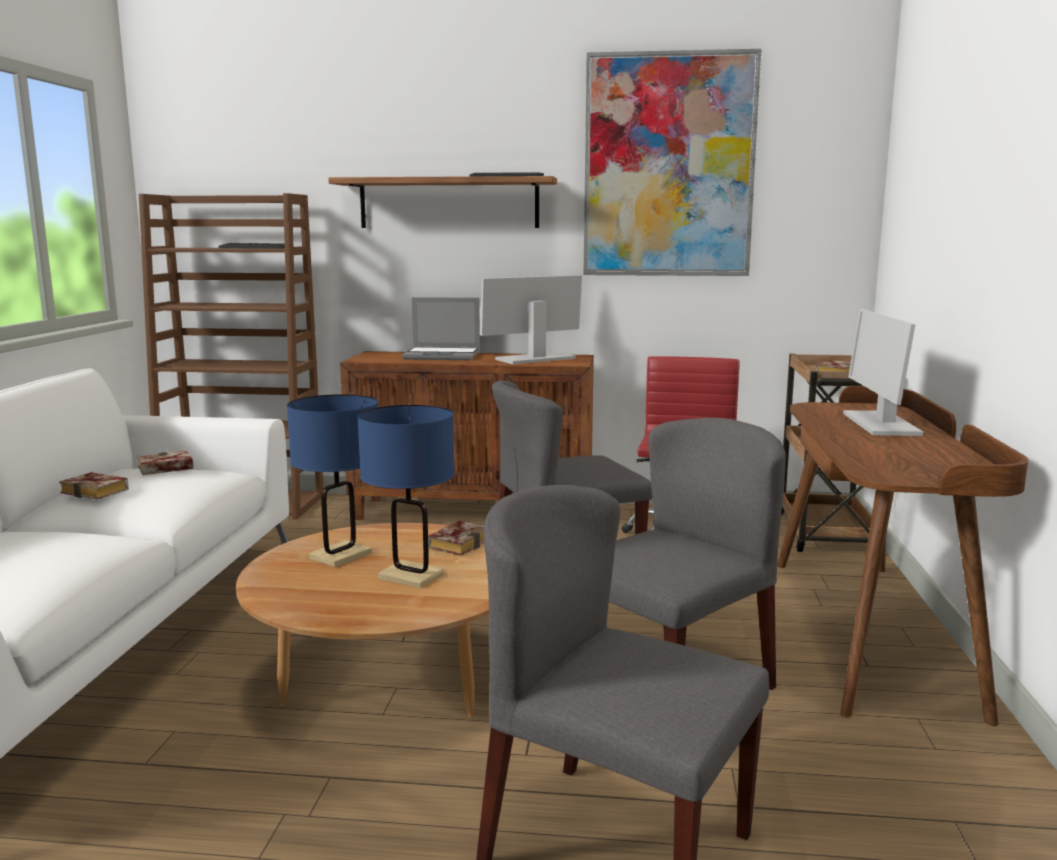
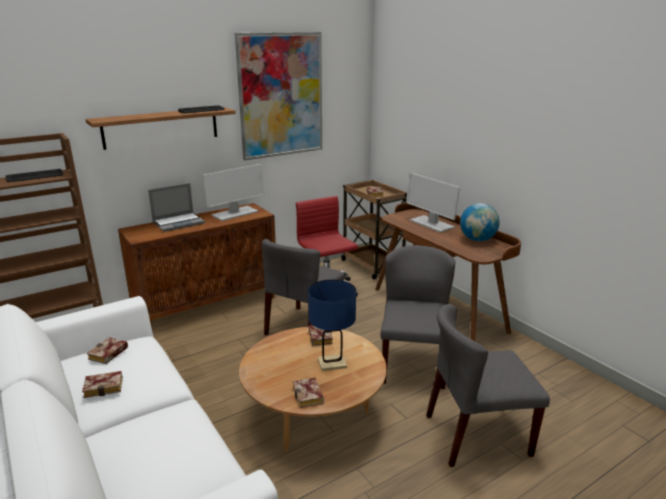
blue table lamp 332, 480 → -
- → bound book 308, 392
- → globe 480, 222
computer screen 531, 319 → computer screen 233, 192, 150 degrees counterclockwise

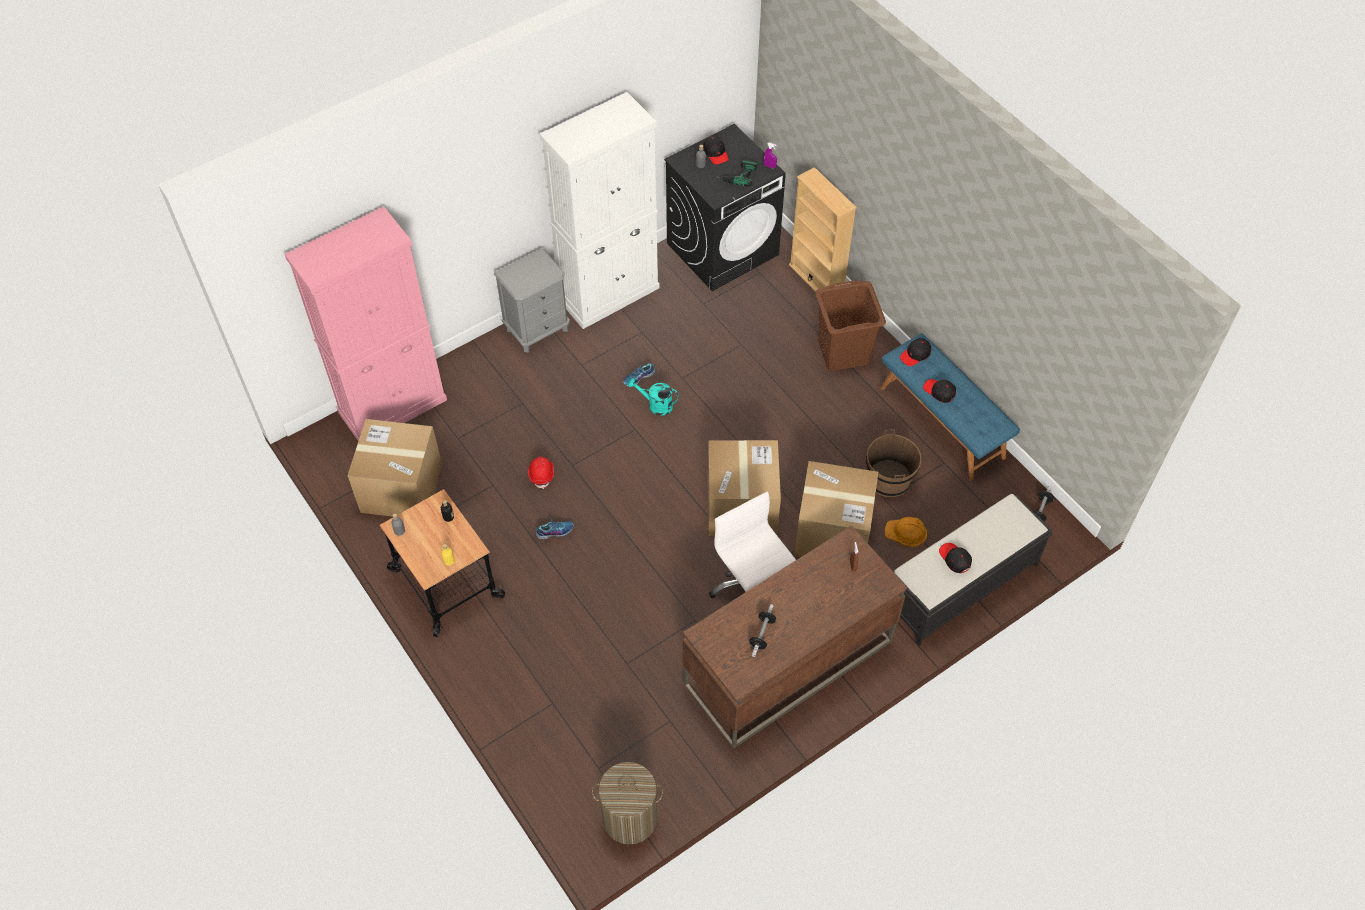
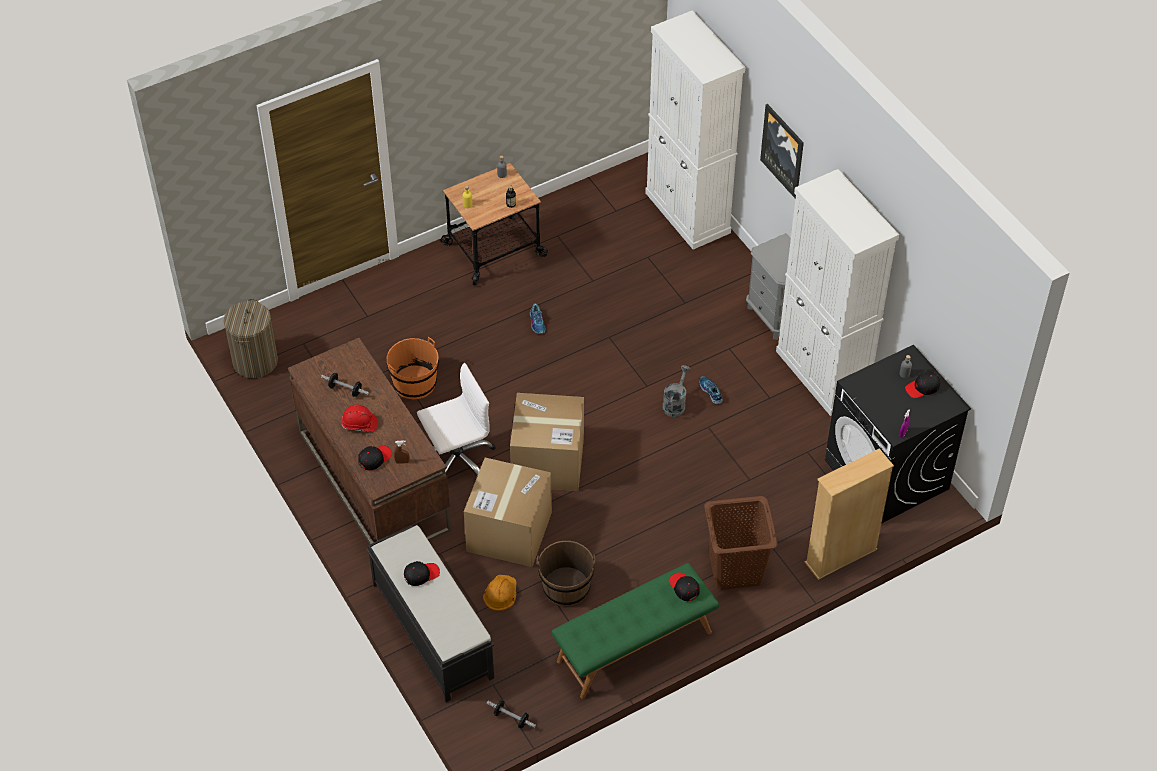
packing box 395, 467 → -
electric drill 737, 173 → -
- → orange pail 413, 368
- → wall picture 782, 151
red-coloured hard hat 541, 473 → red-coloured hard hat 359, 418, relocated
black-coloured cap 939, 391 → black-coloured cap 375, 457, relocated
pink cupboard 366, 324 → white-coloured cupboard 695, 130
blue-green watering pot 653, 397 → greyish watering pot 676, 391
blue indoor bench 950, 407 → green-coloured indoor bench 635, 631

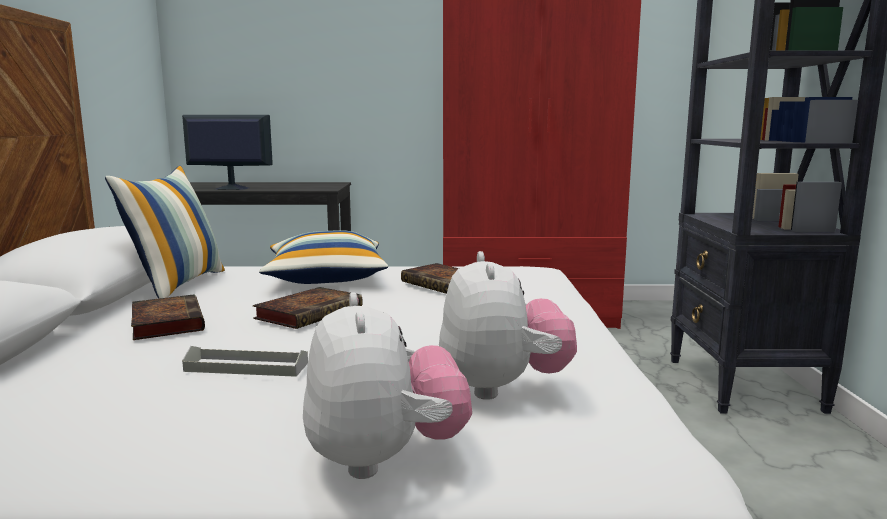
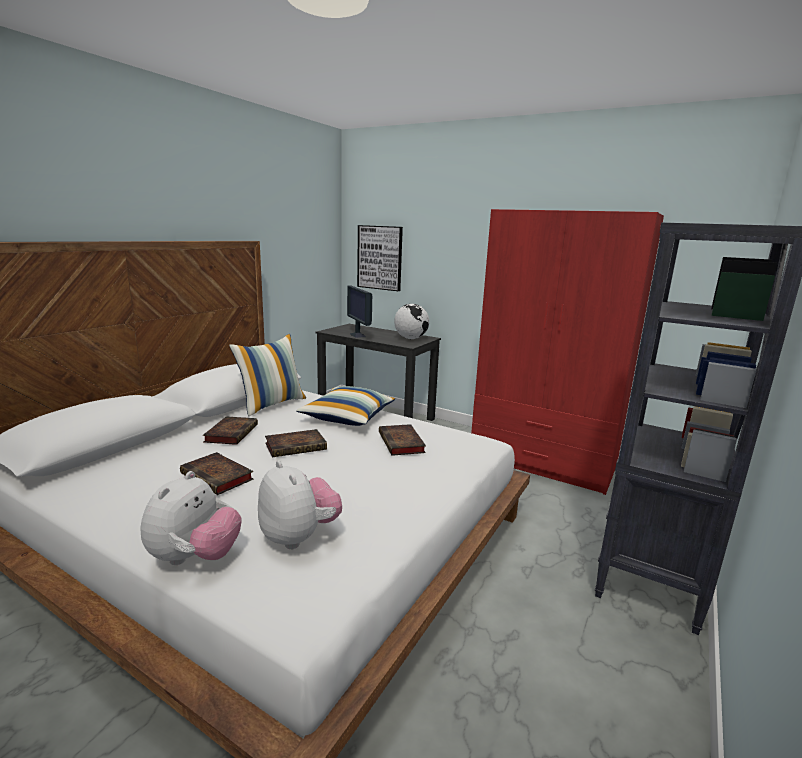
- → wall picture 380, 258
- → globe 411, 321
greyish carrying tray 245, 361 → bound book 216, 473
computer screen 227, 152 → computer screen 359, 311, 150 degrees counterclockwise
soft toy 508, 325 → soft toy 300, 504, 60 degrees counterclockwise

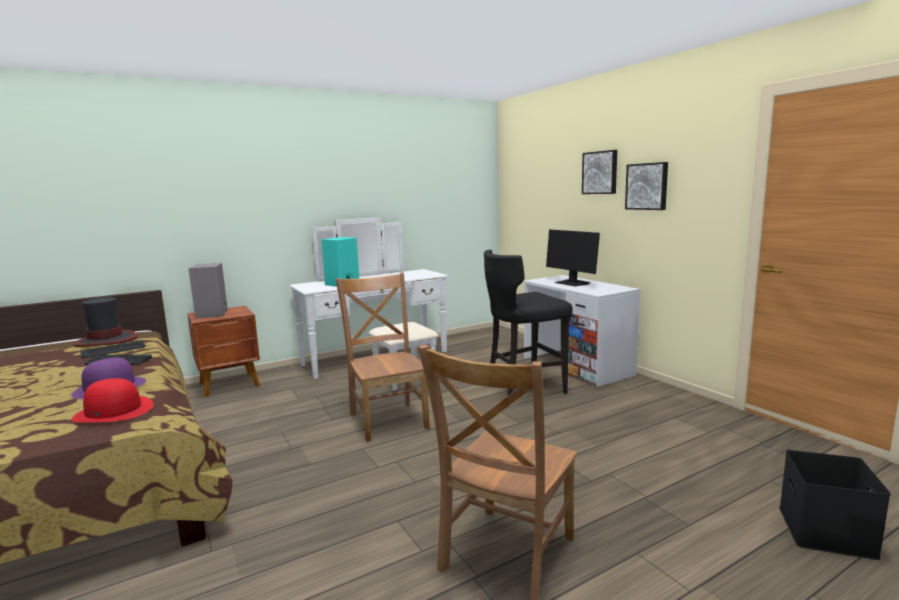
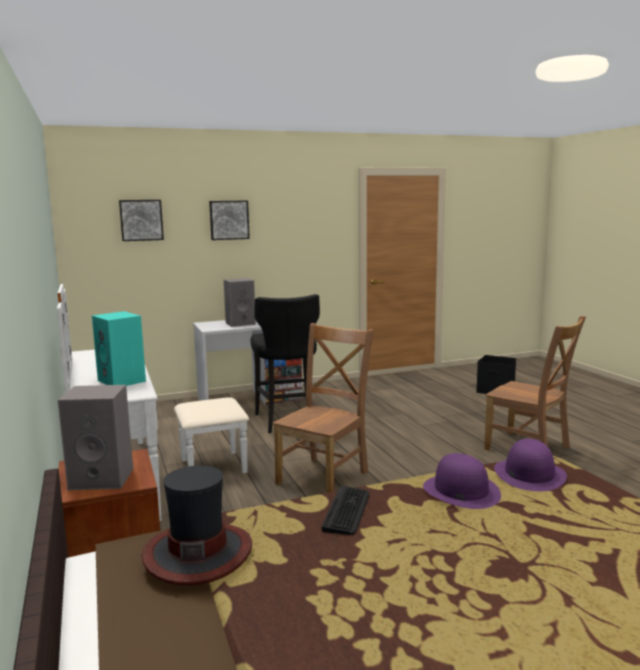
keyboard 113, 349 → -
wall picture 646, 186 → wall picture 141, 220, relocated
computer screen 573, 258 → greyish speaker 240, 302
red-coloured clothing hat 112, 400 → purple-coloured clothing hat 530, 465
brownish upright chair 383, 357 → brownish upright chair 323, 408, 135 degrees clockwise

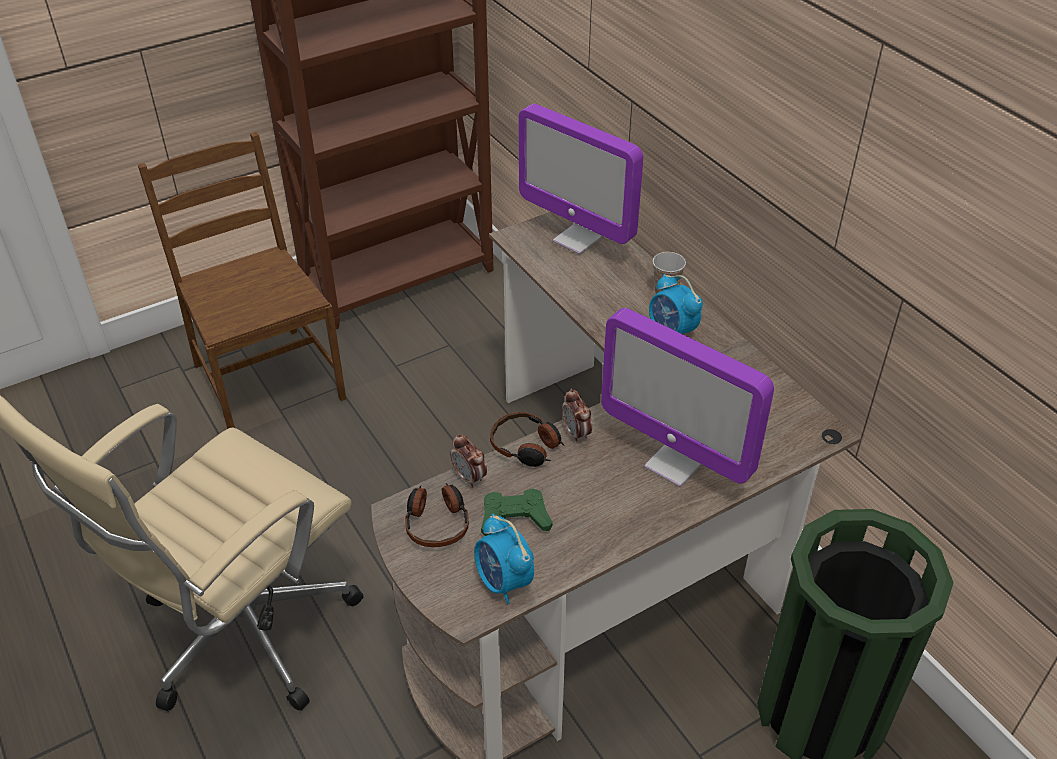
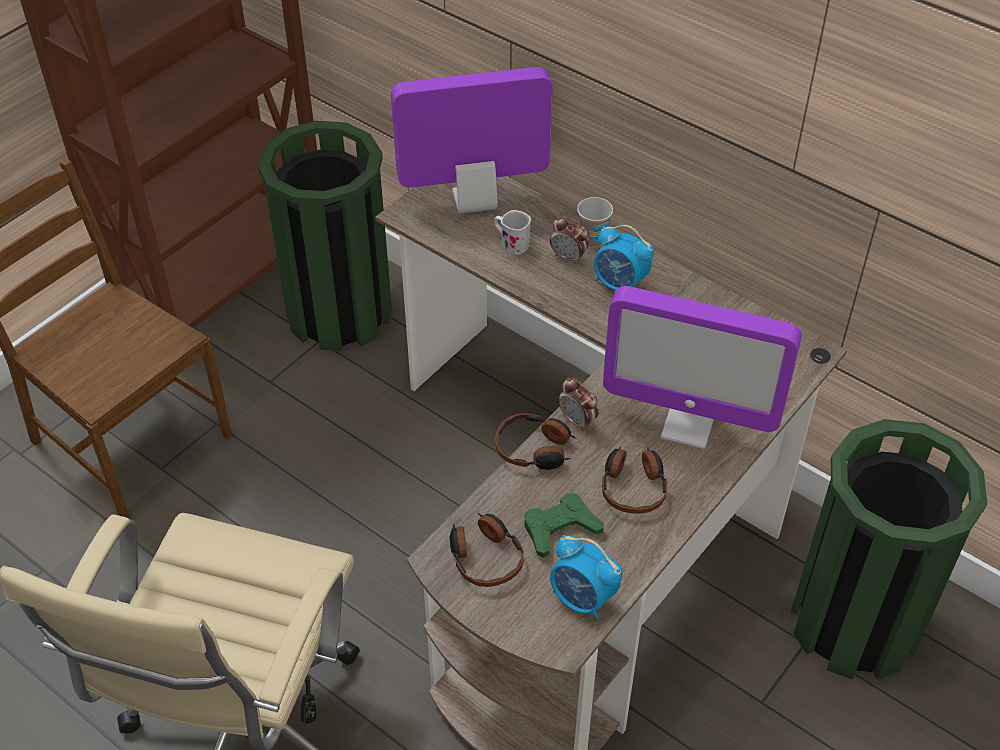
- → green-coloured trash can 324, 236
- → white-coloured tea mug 512, 232
- → pair of headphones 634, 479
alarm clock 469, 461 → alarm clock 569, 241, relocated
computer screen 580, 179 → computer screen 471, 140, 150 degrees clockwise

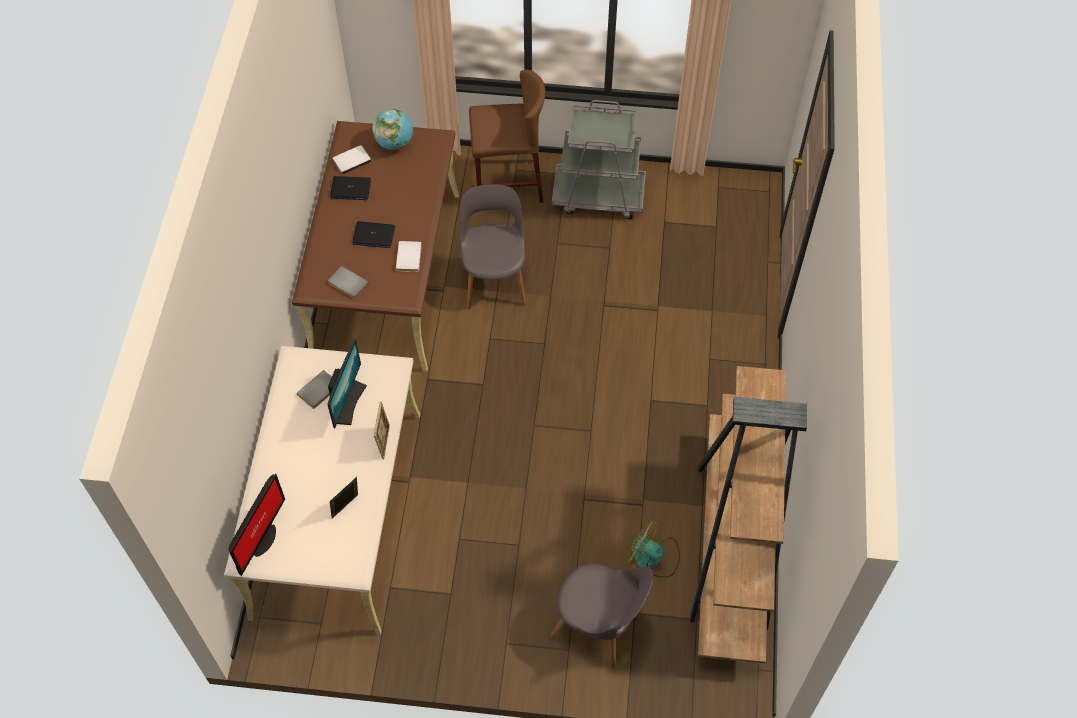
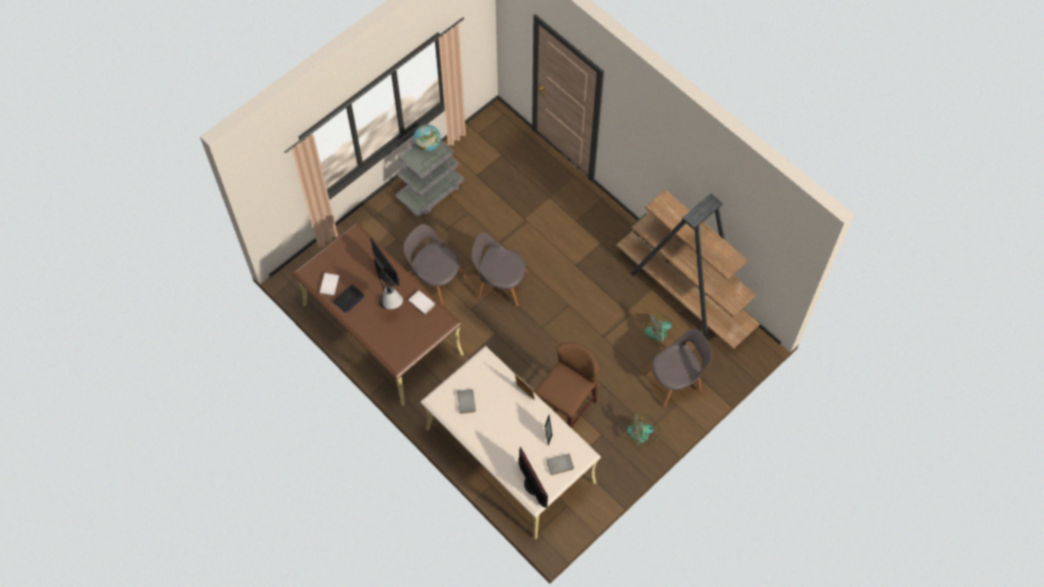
- → greyish upright chair 500, 269
- → electric fan 644, 429
computer screen 347, 383 → computer screen 385, 262, relocated
greyish bound book 348, 282 → greyish bound book 560, 464, relocated
globe 392, 129 → globe 427, 137, relocated
brownish sitting stool 507, 136 → brownish sitting stool 566, 385, relocated
notebook computer 373, 234 → table lamp 390, 291

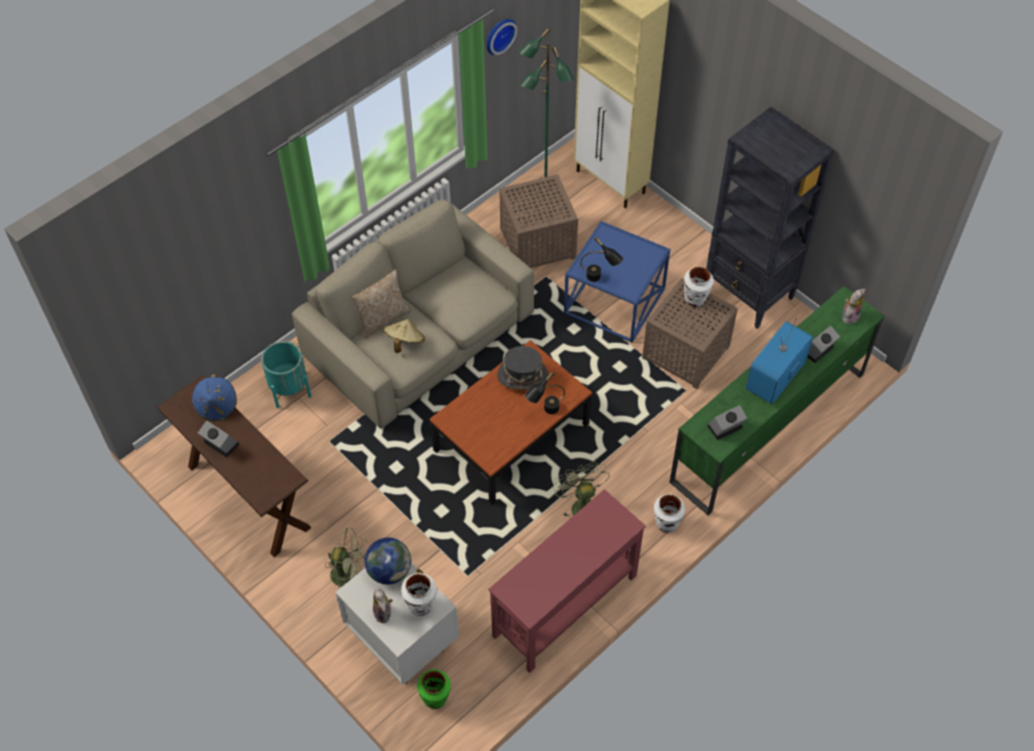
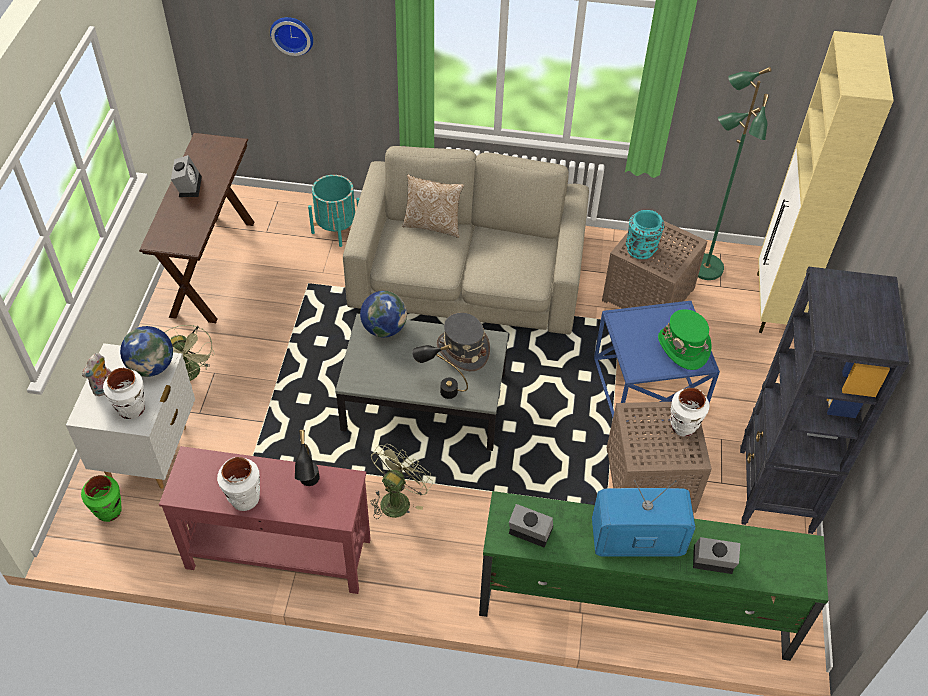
blue clothing hat 214, 397 → -
beige clothing hat 404, 336 → -
soft toy 854, 307 → -
- → globe 383, 314
- → blue-green decorative vase 645, 234
- → green-coloured clothing hat 685, 339
wall clock 502, 37 → wall clock 291, 36, relocated
black-coloured table lamp 601, 259 → black-coloured table lamp 307, 458, relocated
white-coloured decorative vase 669, 513 → white-coloured decorative vase 238, 484, relocated
brownish lounge table 511, 422 → greyish lounge table 422, 382

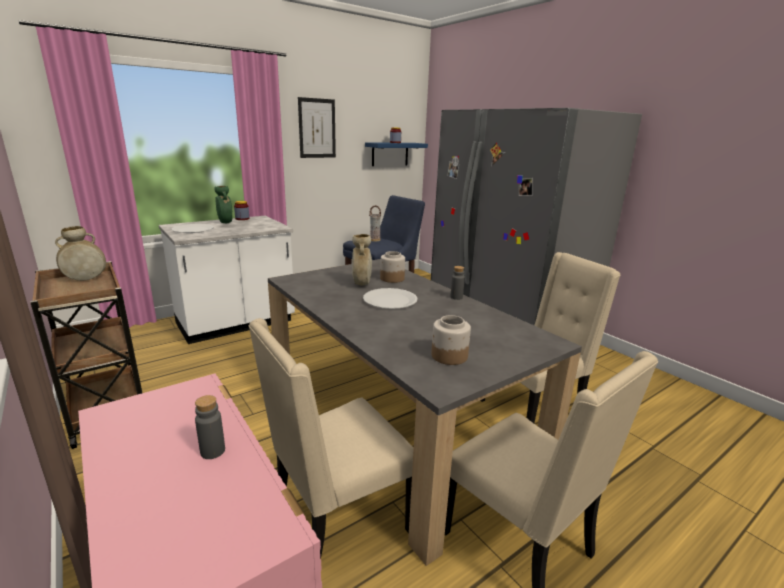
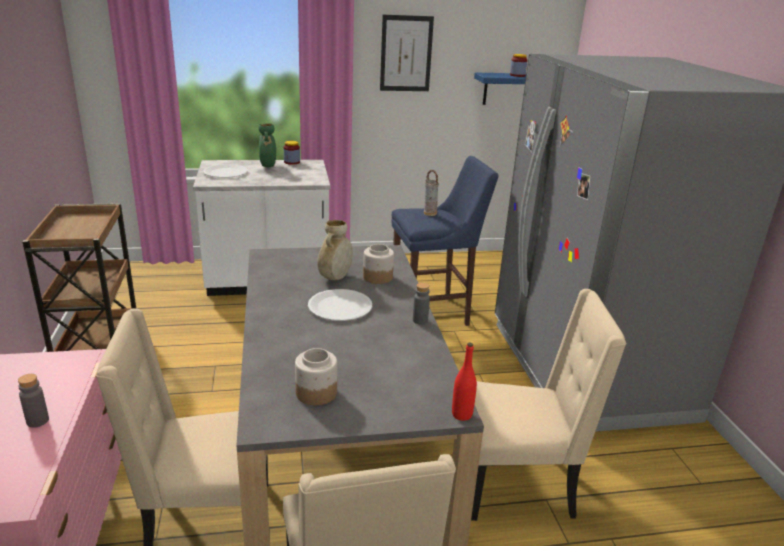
beige decorative vase 80, 253 → -
- → red-coloured drink bottle 464, 381

